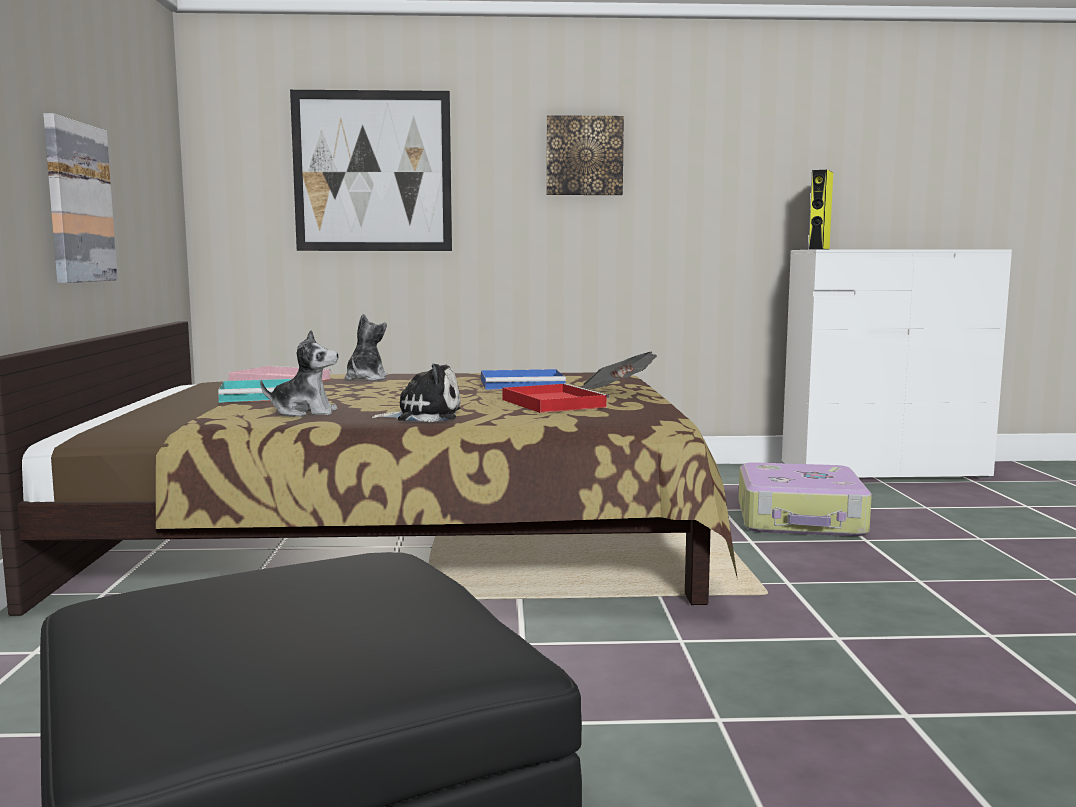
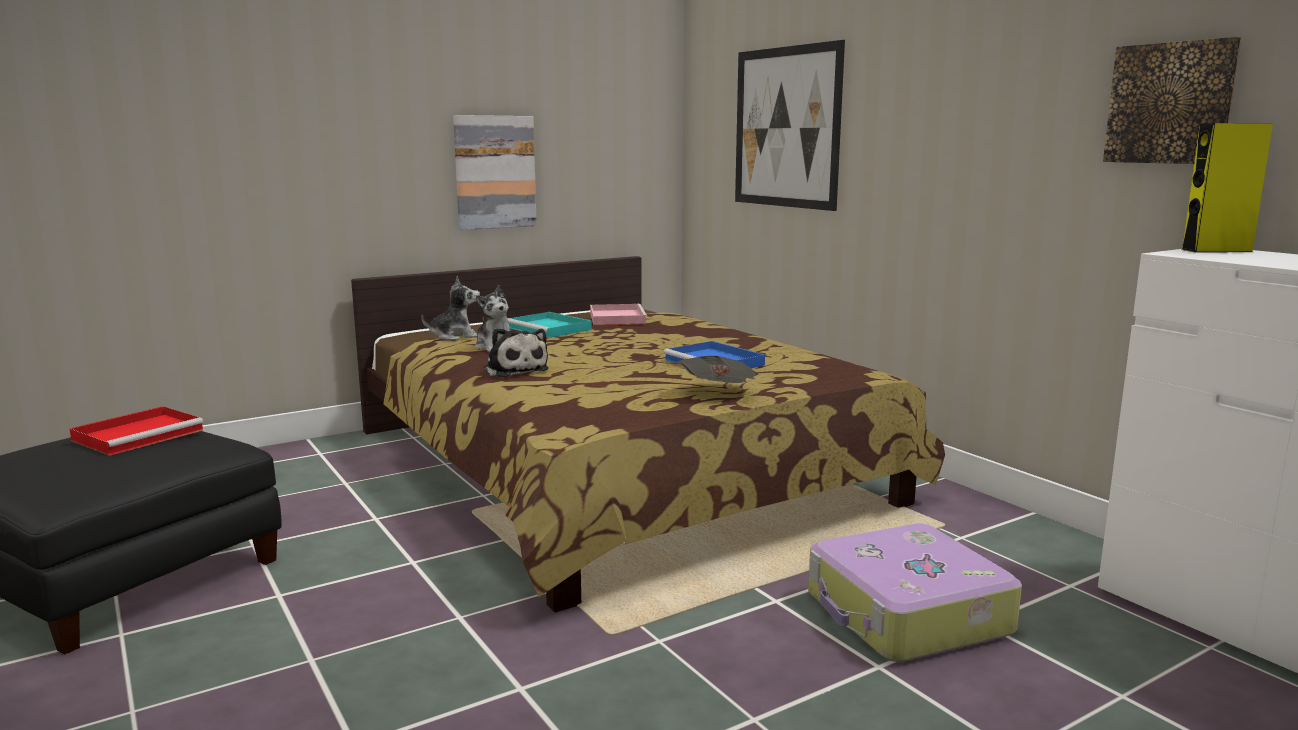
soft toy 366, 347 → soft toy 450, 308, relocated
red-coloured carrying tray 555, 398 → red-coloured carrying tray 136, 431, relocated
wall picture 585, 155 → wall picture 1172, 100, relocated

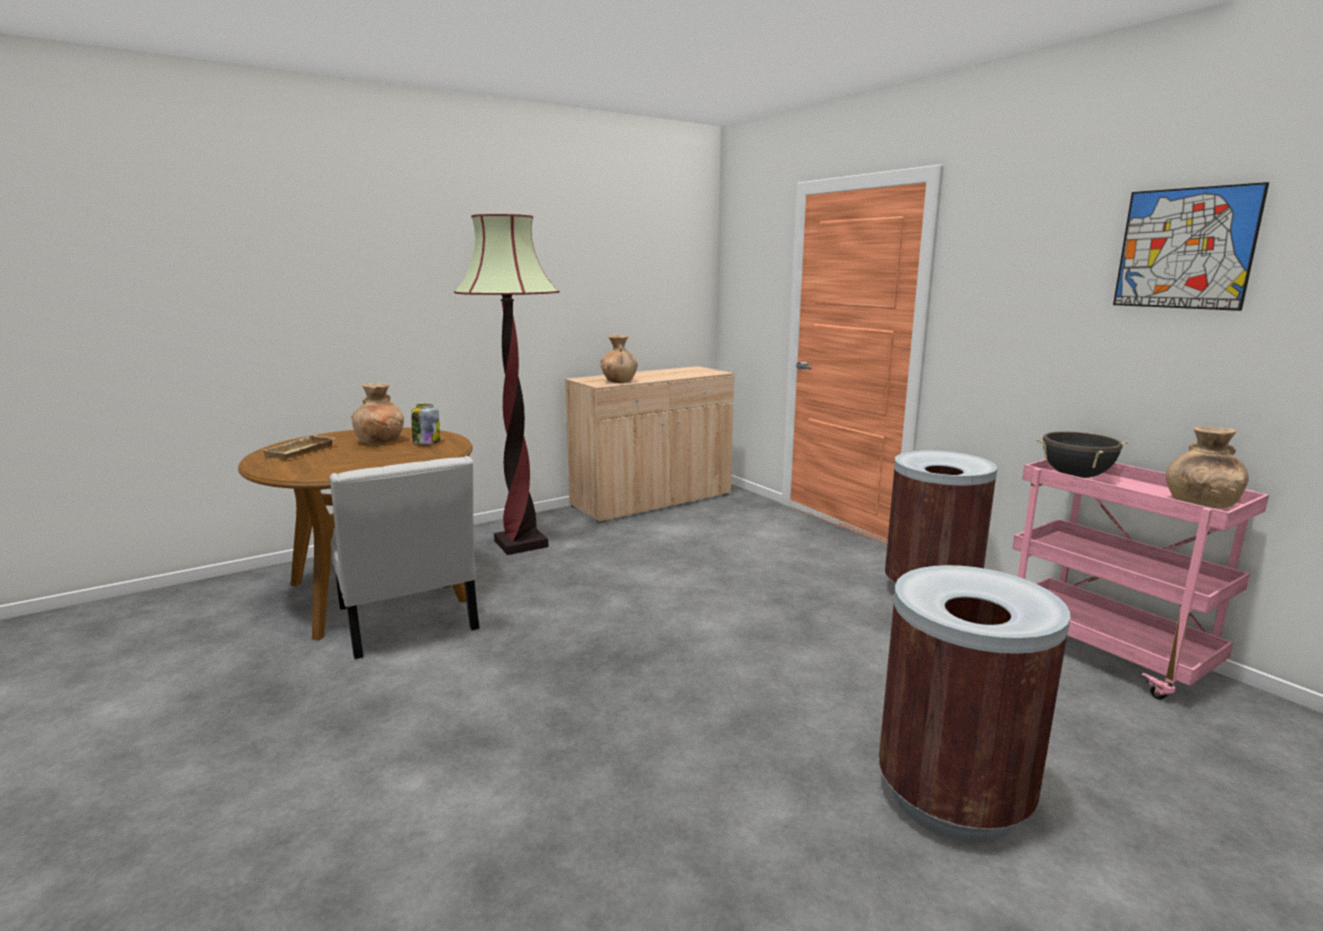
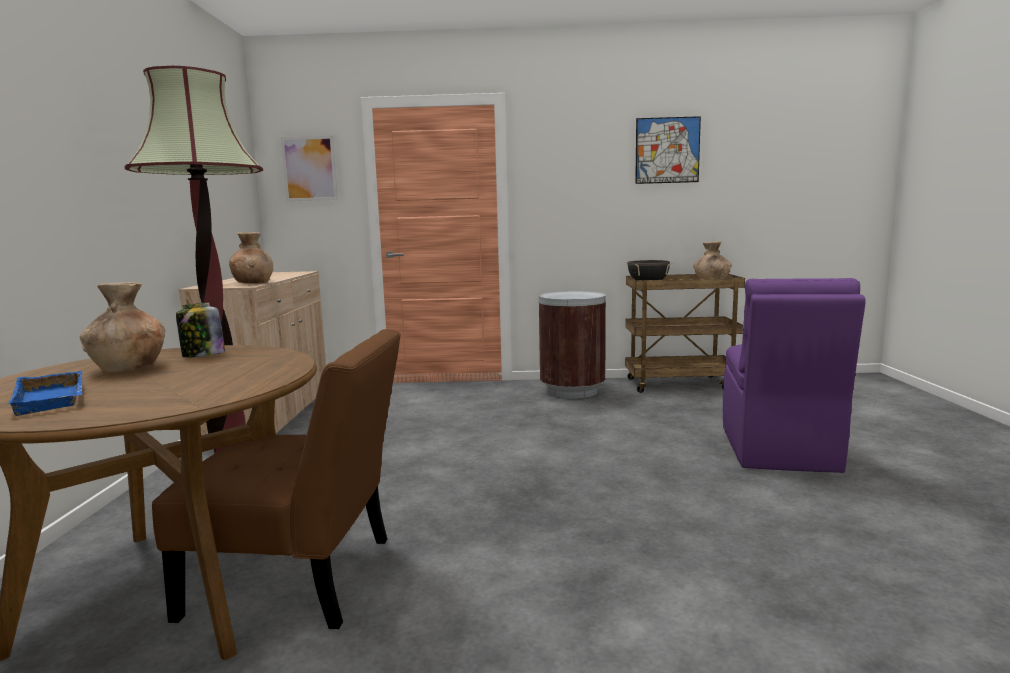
- → wall picture 309, 168
brownish trash can 974, 704 → purple-coloured upright chair 794, 375
beige carrying tray 299, 446 → blue carrying tray 45, 393
white-coloured upright chair 404, 557 → brownish upright chair 276, 479
pink wheeled cart 1141, 579 → brownish wheeled cart 685, 333

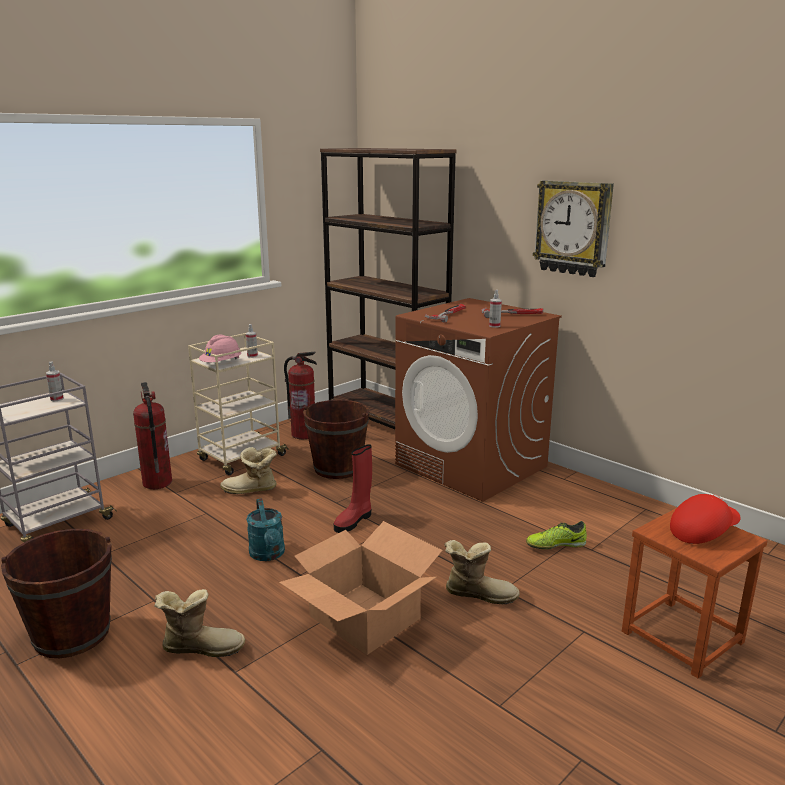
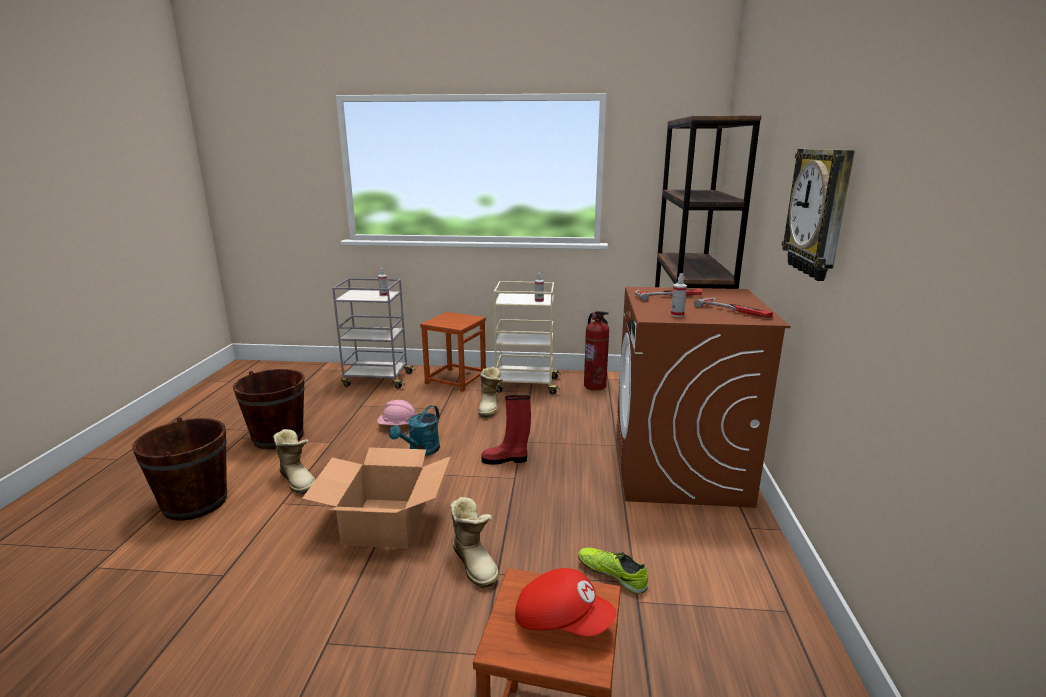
pink hard hat 220, 348 → pink hard hat 397, 412, relocated
brownish pail 336, 439 → brownish pail 179, 469, relocated
extinguisher 152, 435 → brownish sitting stool 453, 352
boot 248, 470 → boot 490, 392, 135 degrees counterclockwise

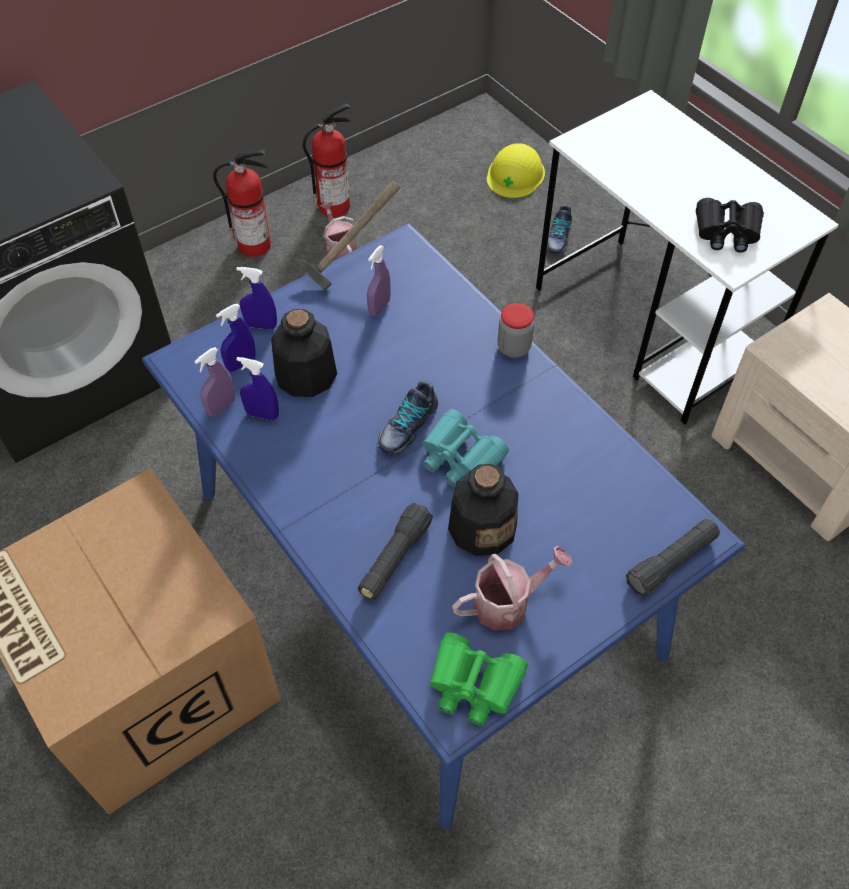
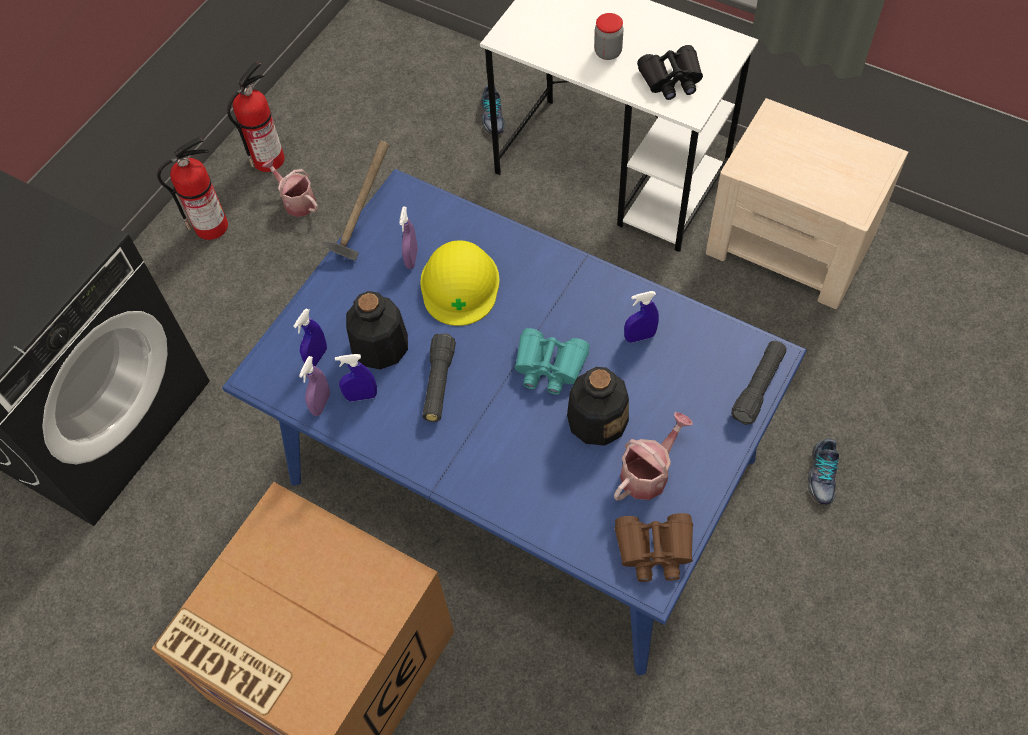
blue spray bottle 256, 298 → blue spray bottle 641, 317, relocated
black-coloured hand torch 395, 551 → black-coloured hand torch 439, 377, relocated
item of footwear 408, 417 → item of footwear 823, 471, relocated
yellow-coloured hard hat 516, 170 → yellow-coloured hard hat 460, 283, relocated
jar 515, 330 → jar 609, 36, relocated
green-coloured field glasses 478, 679 → brownish field glasses 654, 547

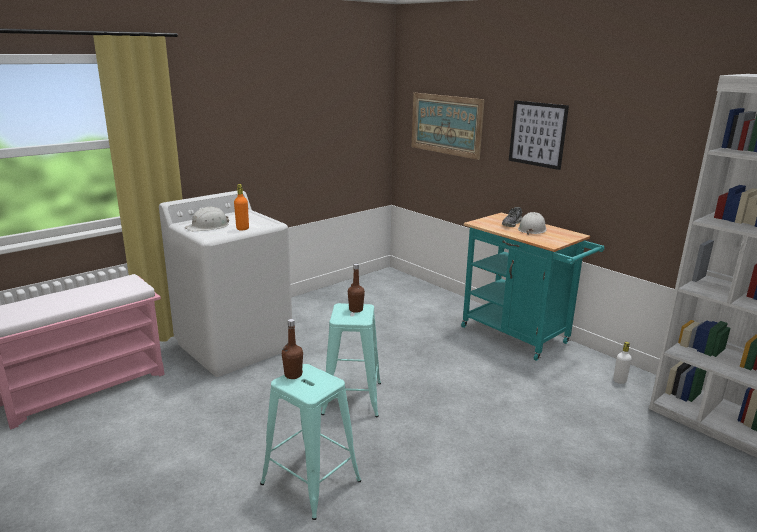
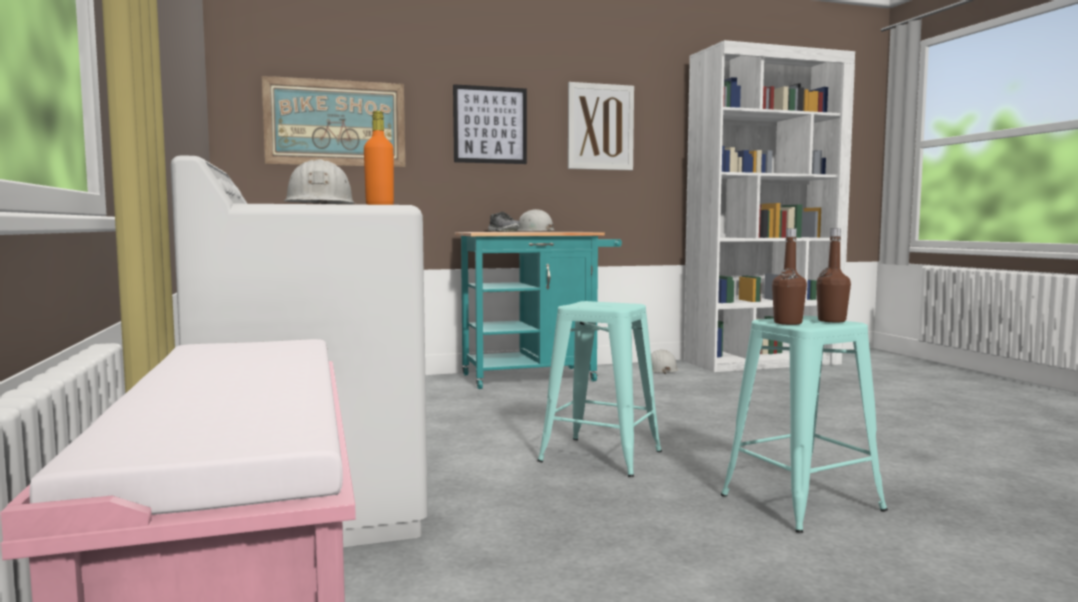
- → wall picture 601, 126
brownish drink bottle 356, 288 → brownish drink bottle 833, 275, relocated
white-coloured drink bottle 622, 363 → white-coloured hard hat 665, 361

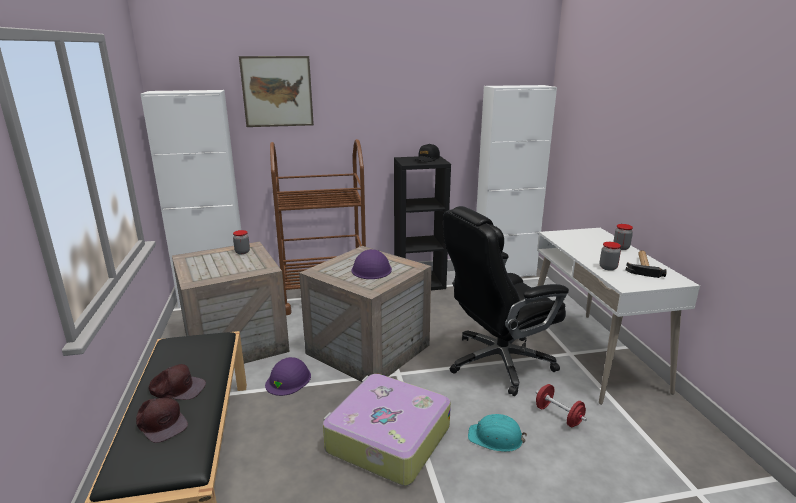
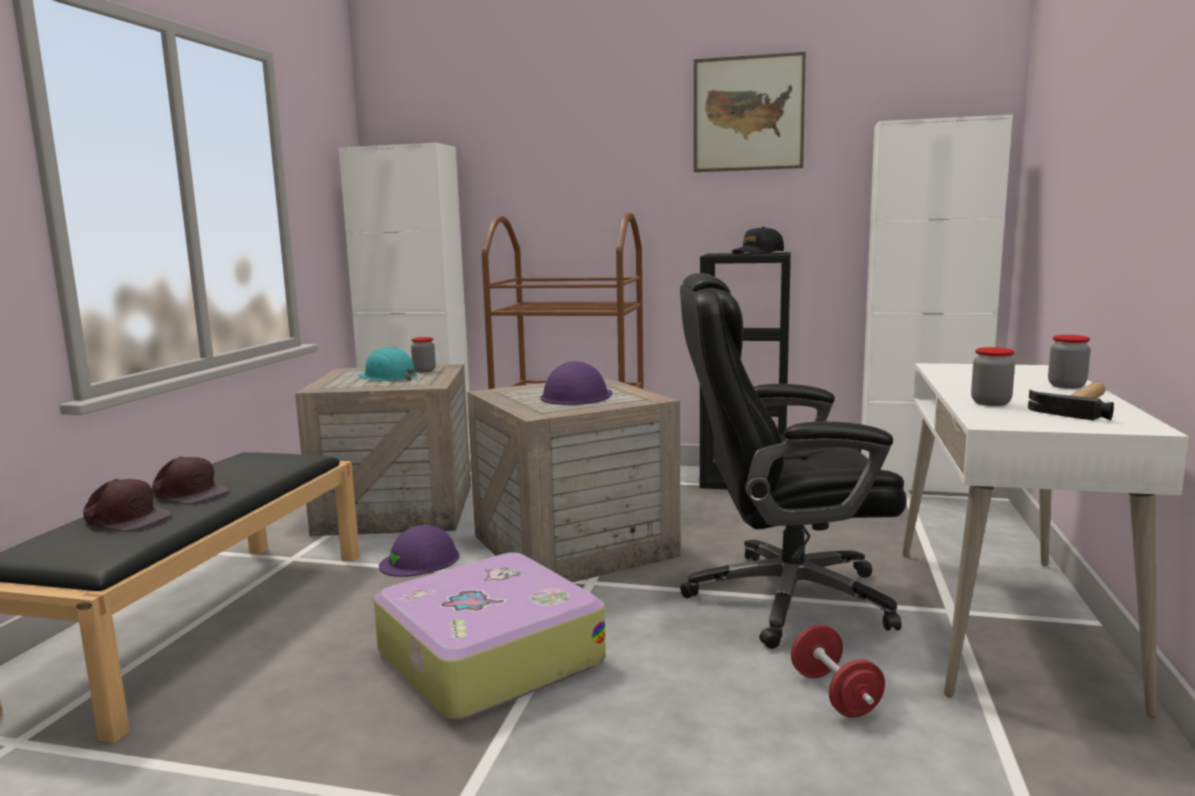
wall picture 276, 91 → wall picture 750, 112, relocated
blue-green hard hat 497, 433 → blue-green hard hat 388, 364, relocated
brownish cap 162, 420 → brownish cap 127, 505, 45 degrees counterclockwise

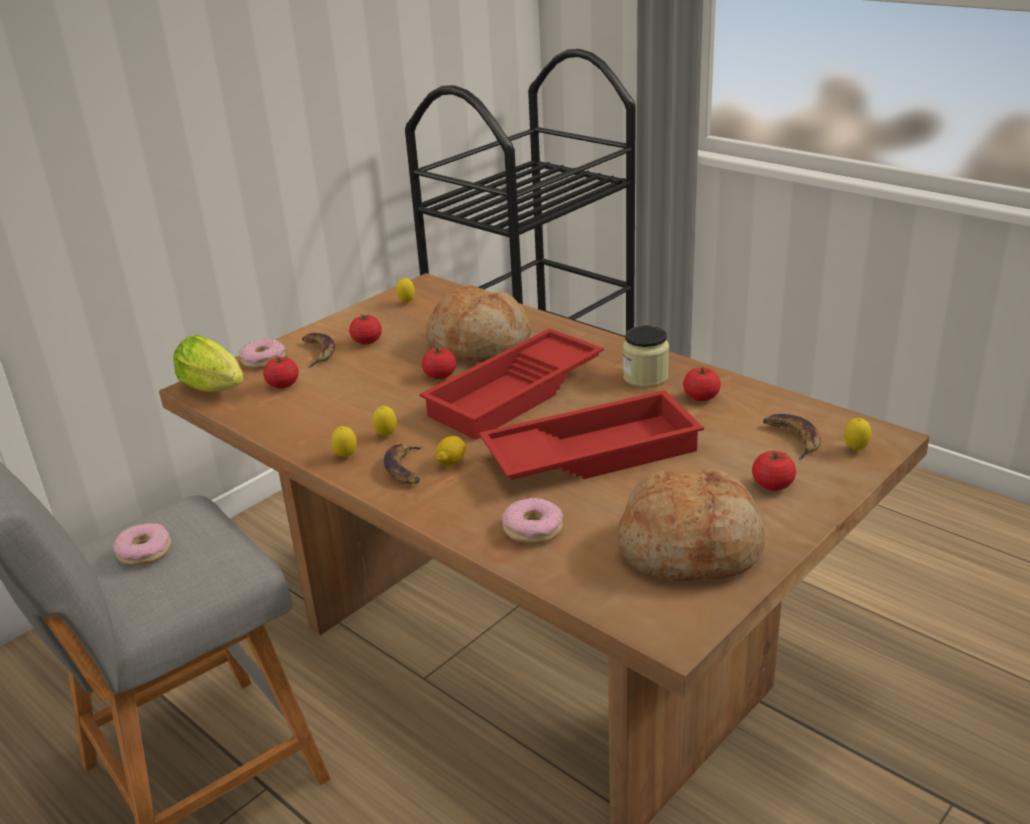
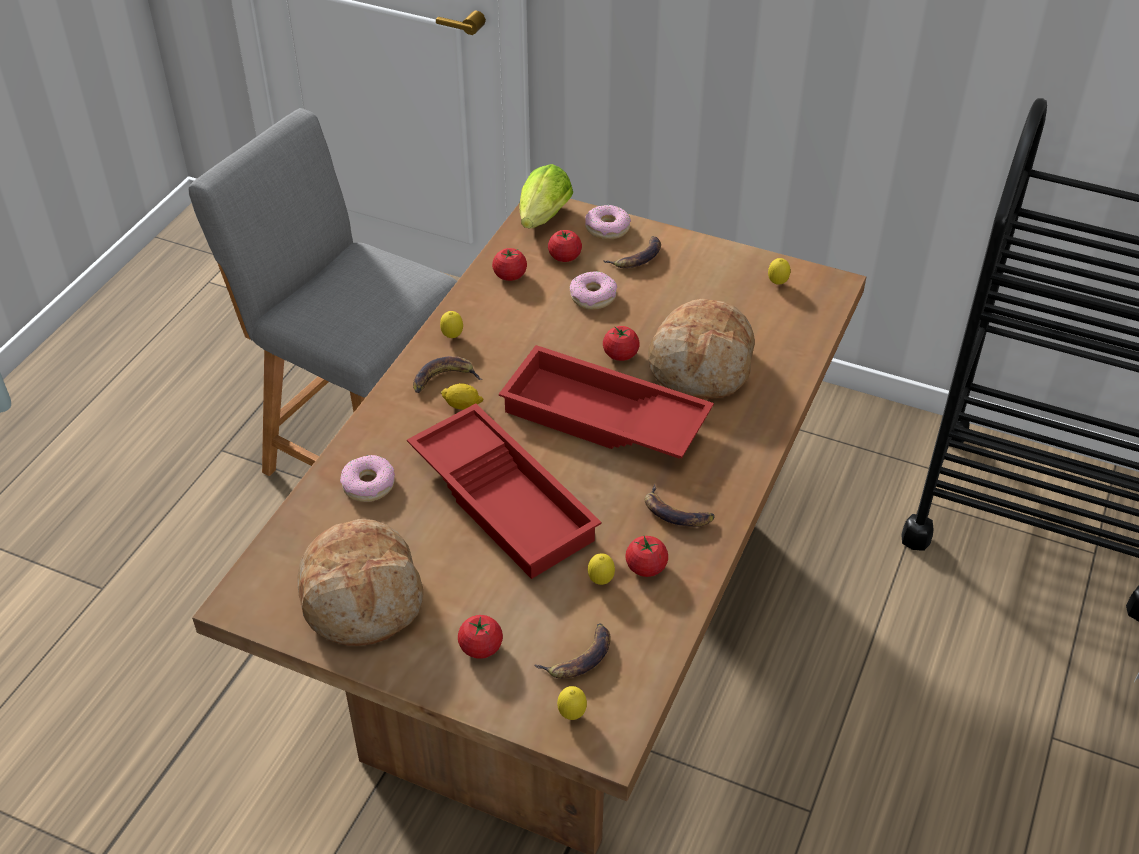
doughnut 142, 544 → doughnut 593, 290, relocated
whole tomato 365, 329 → whole tomato 509, 264, relocated
whole lemon 384, 421 → whole lemon 601, 569, relocated
jar 646, 356 → banana 680, 506

